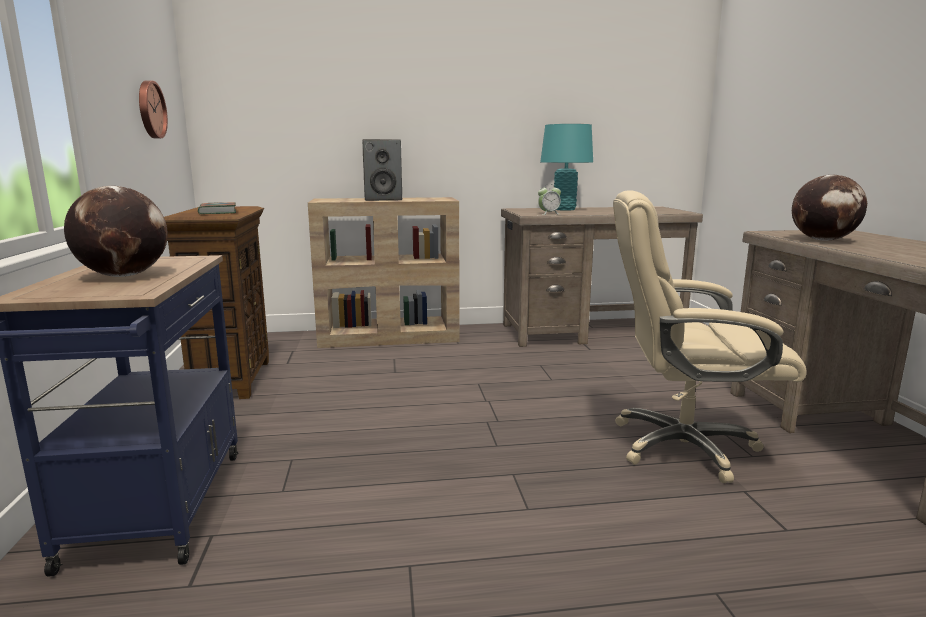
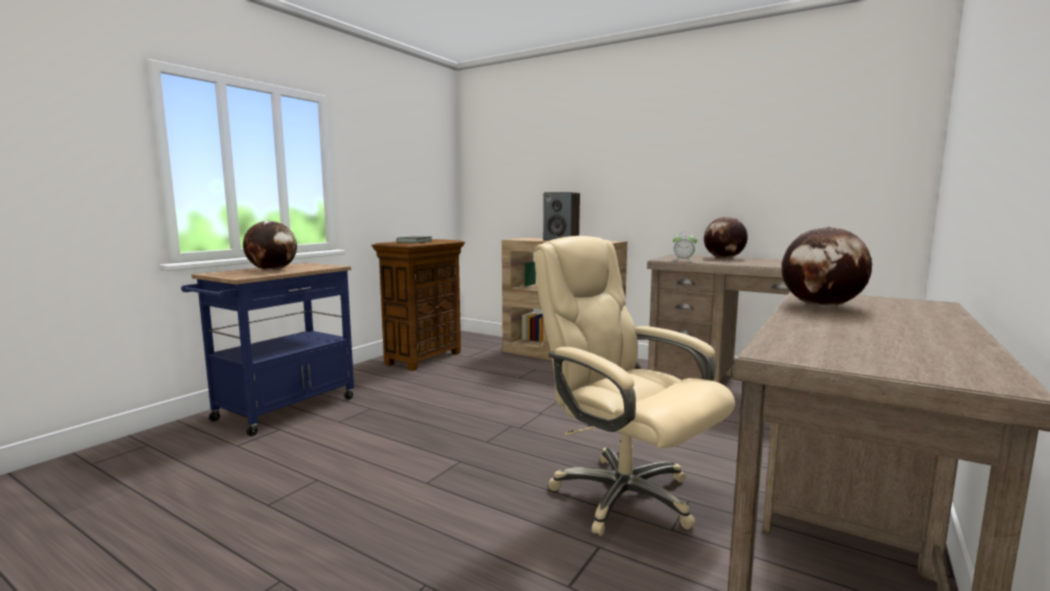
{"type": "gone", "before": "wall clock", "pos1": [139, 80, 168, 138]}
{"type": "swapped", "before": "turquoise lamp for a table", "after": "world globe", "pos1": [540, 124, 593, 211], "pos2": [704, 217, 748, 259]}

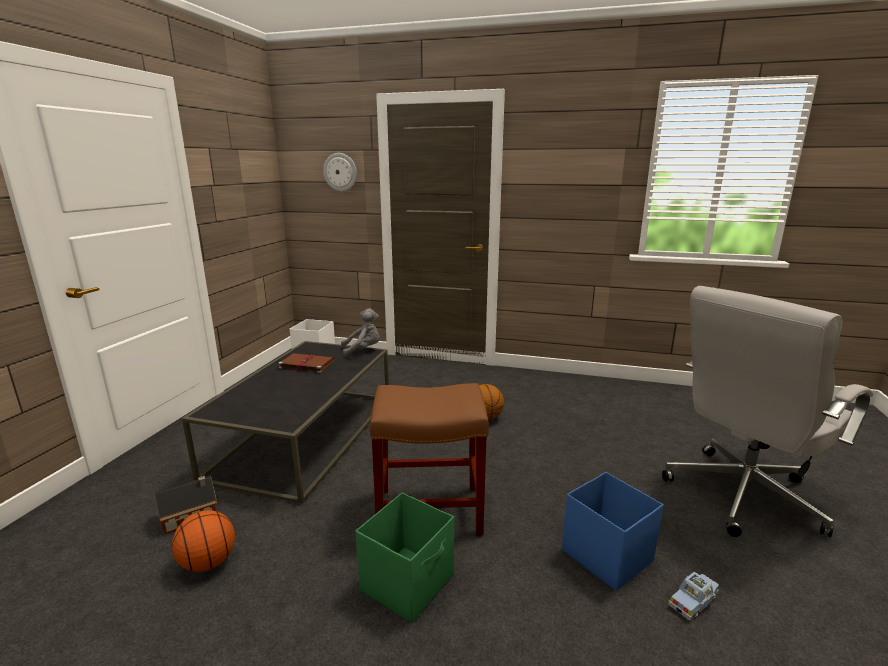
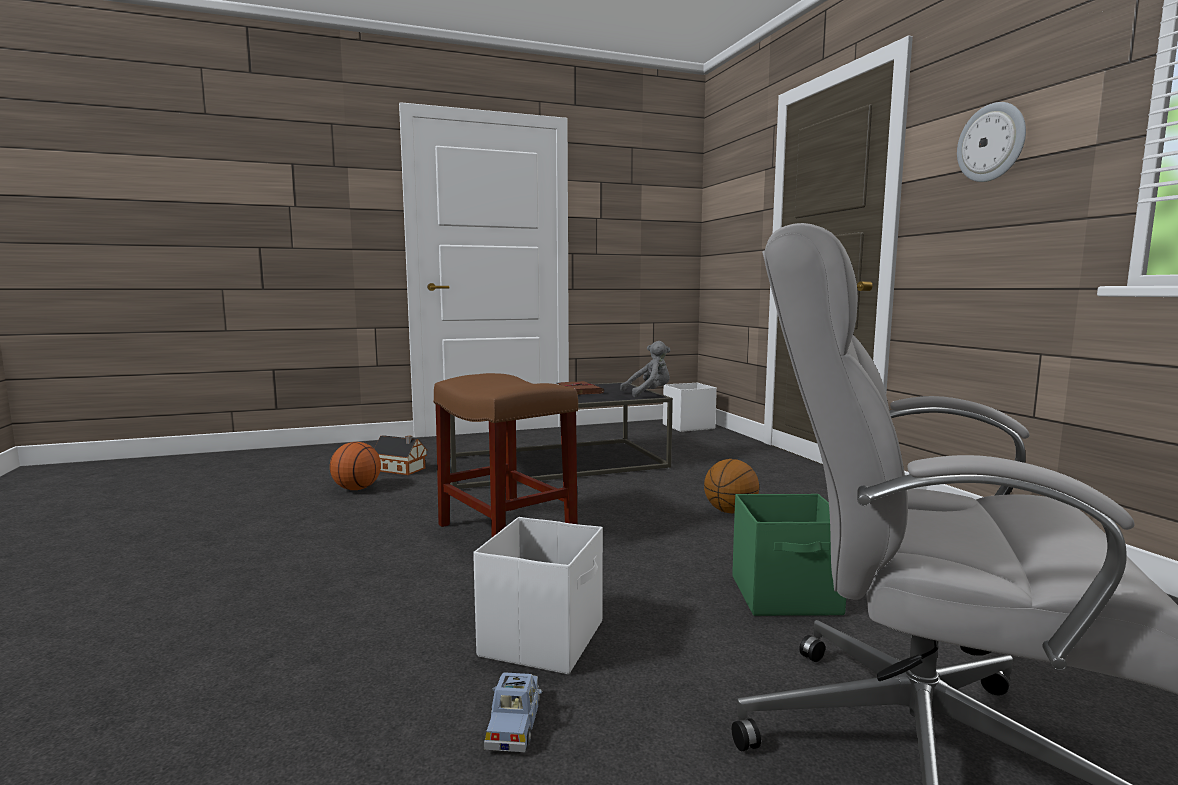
{"type": "shifted", "before": "wall clock", "pos1": [323, 153, 357, 192], "pos2": [957, 102, 1026, 182]}
{"type": "rotated", "before": "grey soft toy", "pos1": [341, 308, 380, 357], "pos2": [620, 341, 671, 398], "turn": -60}
{"type": "shifted", "before": "green-coloured storage container", "pos1": [355, 492, 454, 623], "pos2": [732, 494, 846, 616]}
{"type": "repainted", "before": "blue-coloured storage container", "after": "white storage container", "pos1": [562, 472, 664, 591], "pos2": [473, 517, 603, 674]}
{"type": "rotated", "before": "blue-coloured model car", "pos1": [668, 572, 719, 621], "pos2": [484, 672, 543, 752], "turn": -105}

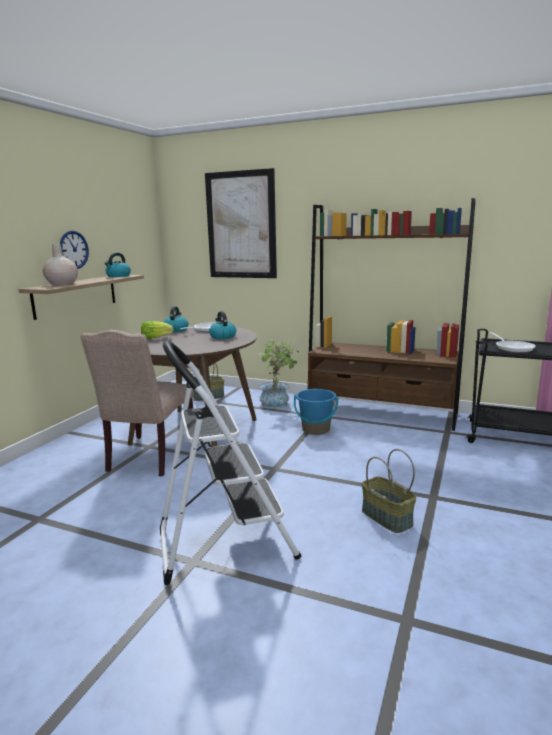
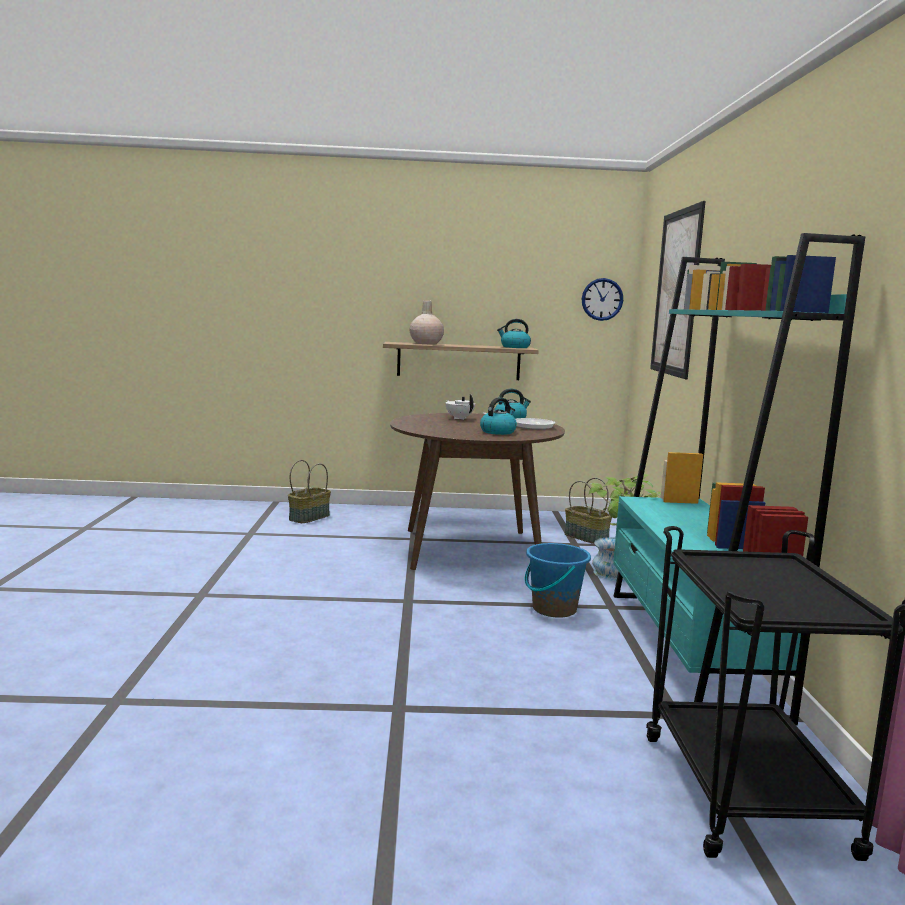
{"type": "shifted", "before": "wall clock", "pos1": [60, 231, 89, 269], "pos2": [582, 278, 623, 321]}
{"type": "gone", "before": "sand-coloured plain chair", "pos1": [81, 330, 194, 476]}
{"type": "swapped", "before": "head of lettuce", "after": "white pot for tea", "pos1": [141, 321, 174, 339], "pos2": [445, 394, 475, 420]}
{"type": "gone", "before": "step ladder", "pos1": [160, 340, 301, 585]}
{"type": "repainted", "before": "brown shelving unit", "after": "turquoise shelving unit", "pos1": [308, 198, 476, 431], "pos2": [613, 233, 865, 726]}
{"type": "shifted", "before": "household basket", "pos1": [362, 449, 416, 533], "pos2": [288, 460, 331, 523]}
{"type": "gone", "before": "frying pan", "pos1": [490, 332, 536, 353]}

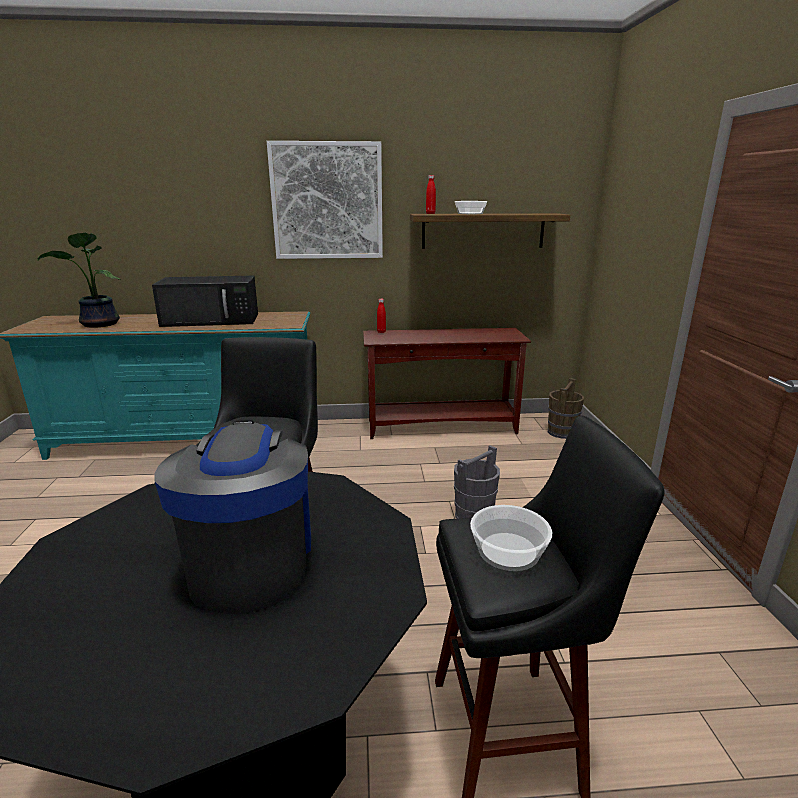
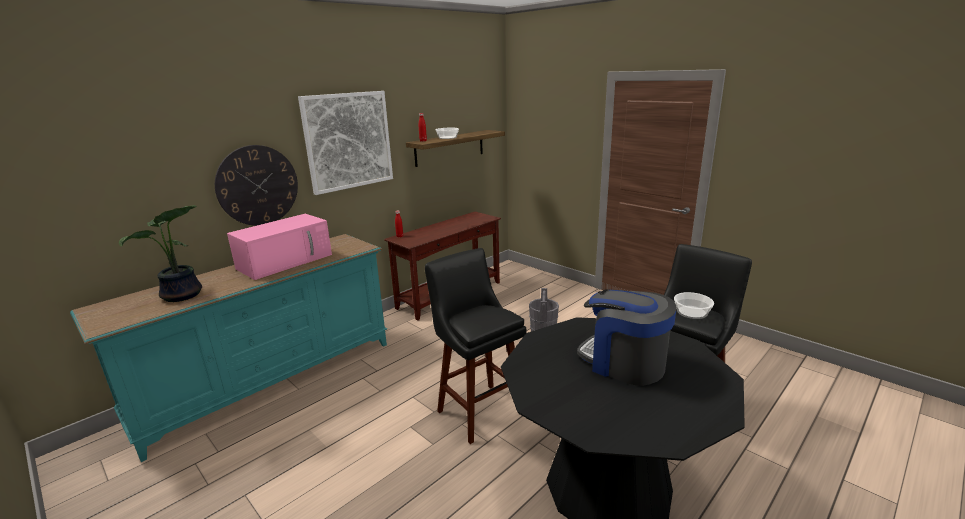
{"type": "repainted", "before": "blackish microwave", "after": "pinkish microwave", "pos1": [152, 276, 258, 327], "pos2": [227, 214, 332, 280]}
{"type": "gone", "before": "brown pail", "pos1": [548, 378, 584, 439]}
{"type": "new", "after": "wall clock", "pos2": [215, 145, 298, 226]}

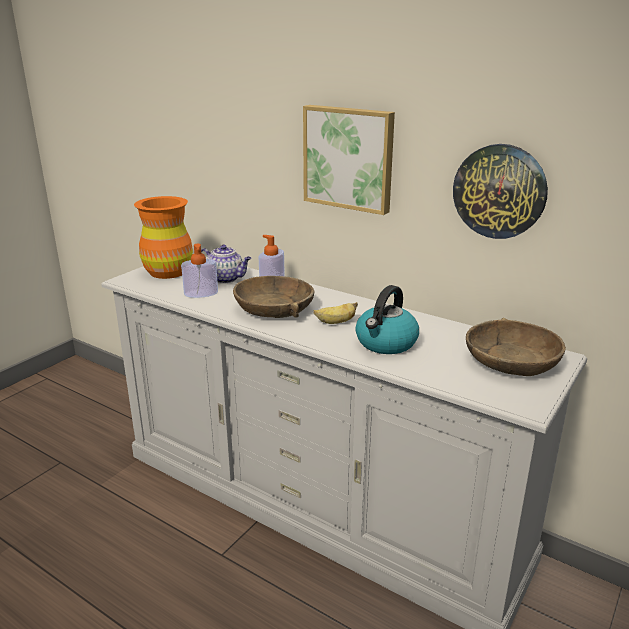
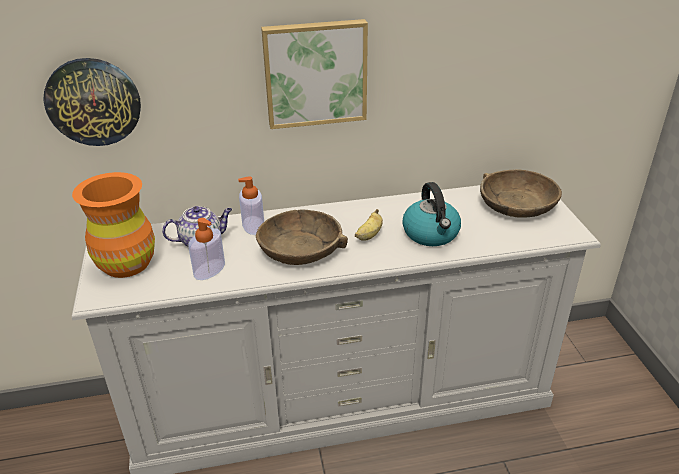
{"type": "shifted", "before": "wall clock", "pos1": [453, 144, 548, 239], "pos2": [44, 58, 141, 146]}

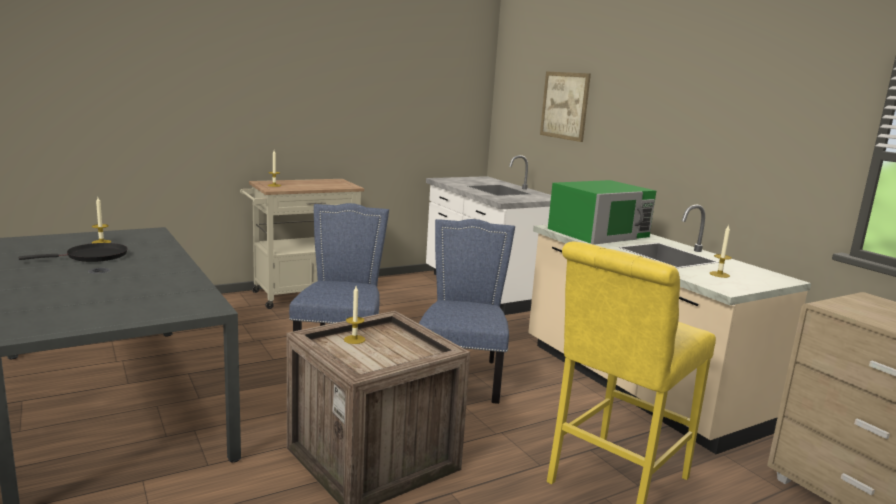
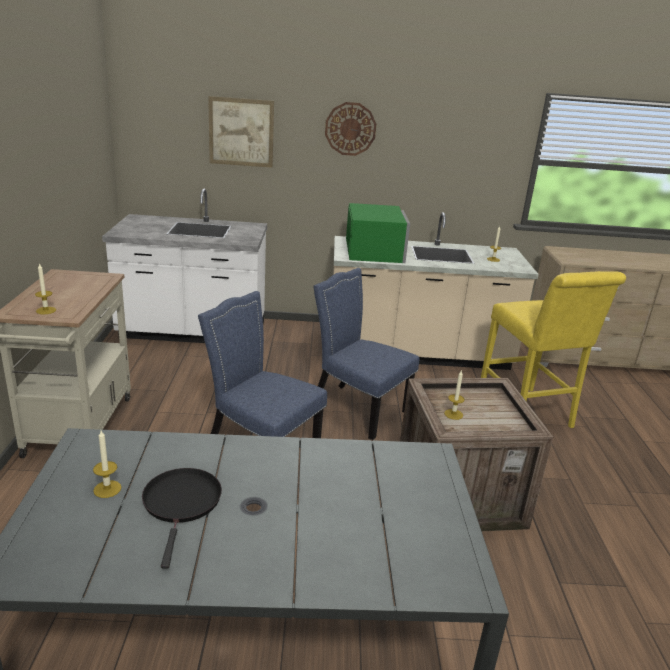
{"type": "new", "after": "wall clock", "pos2": [325, 102, 376, 156]}

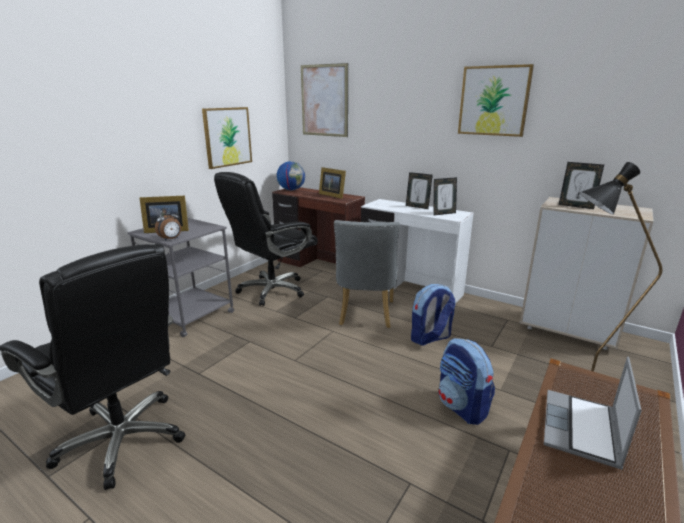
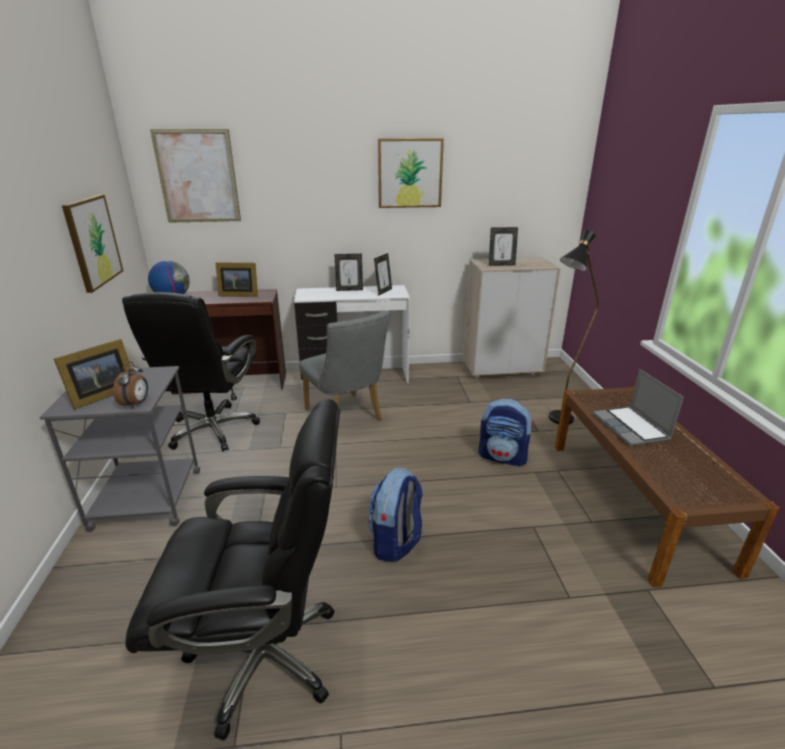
{"type": "shifted", "before": "backpack", "pos1": [411, 284, 455, 346], "pos2": [368, 468, 423, 562]}

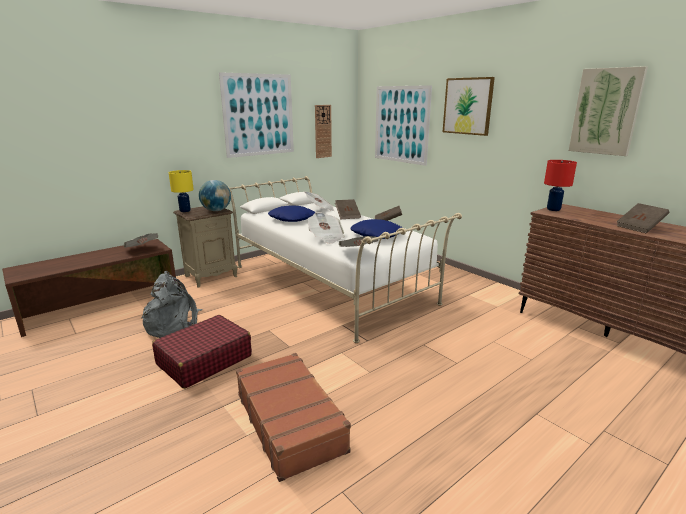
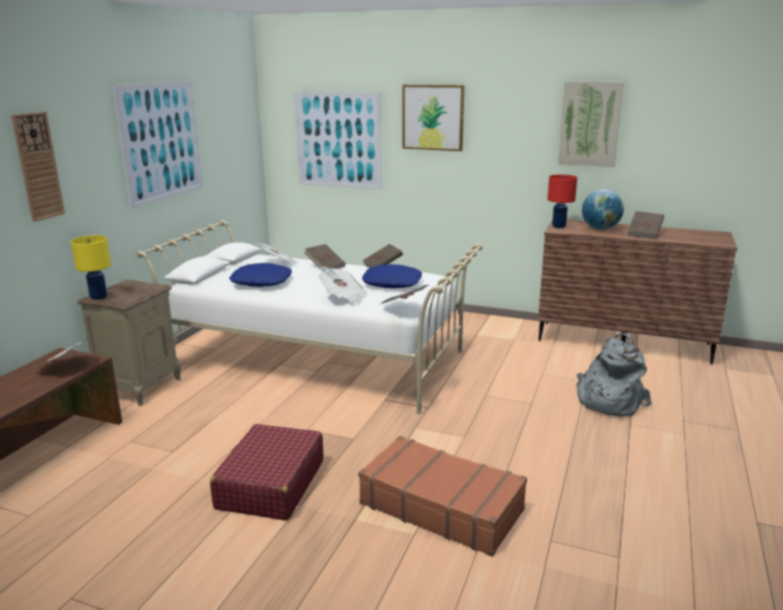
{"type": "shifted", "before": "grey backpack", "pos1": [141, 271, 203, 338], "pos2": [576, 333, 651, 416]}
{"type": "shifted", "before": "world globe", "pos1": [199, 180, 231, 211], "pos2": [582, 189, 624, 230]}
{"type": "shifted", "before": "wall clock", "pos1": [315, 105, 332, 158], "pos2": [11, 112, 65, 222]}

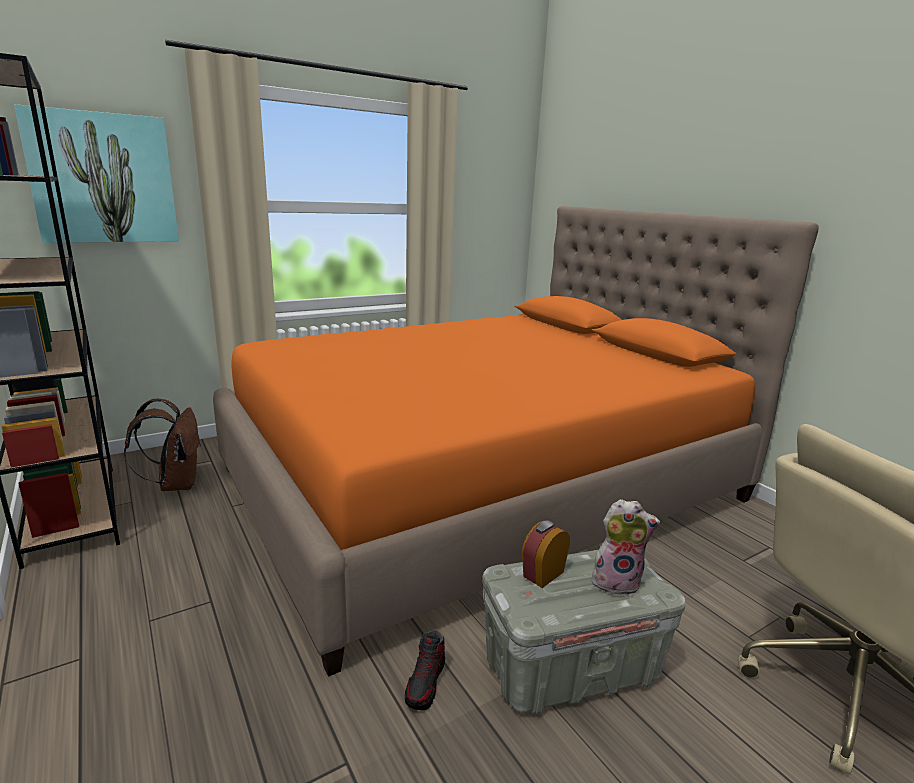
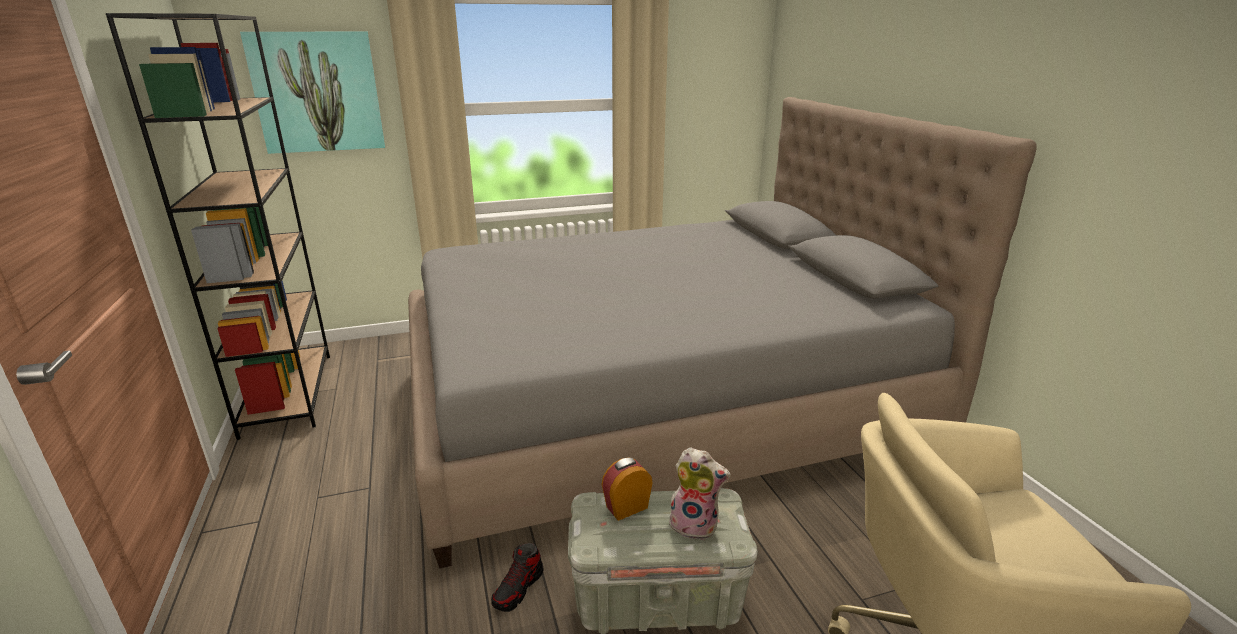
{"type": "gone", "before": "brown backpack", "pos1": [124, 398, 201, 491]}
{"type": "repainted", "before": "orange sleeping bed", "after": "grey sleeping bed", "pos1": [213, 206, 819, 677], "pos2": [408, 97, 1037, 569]}

